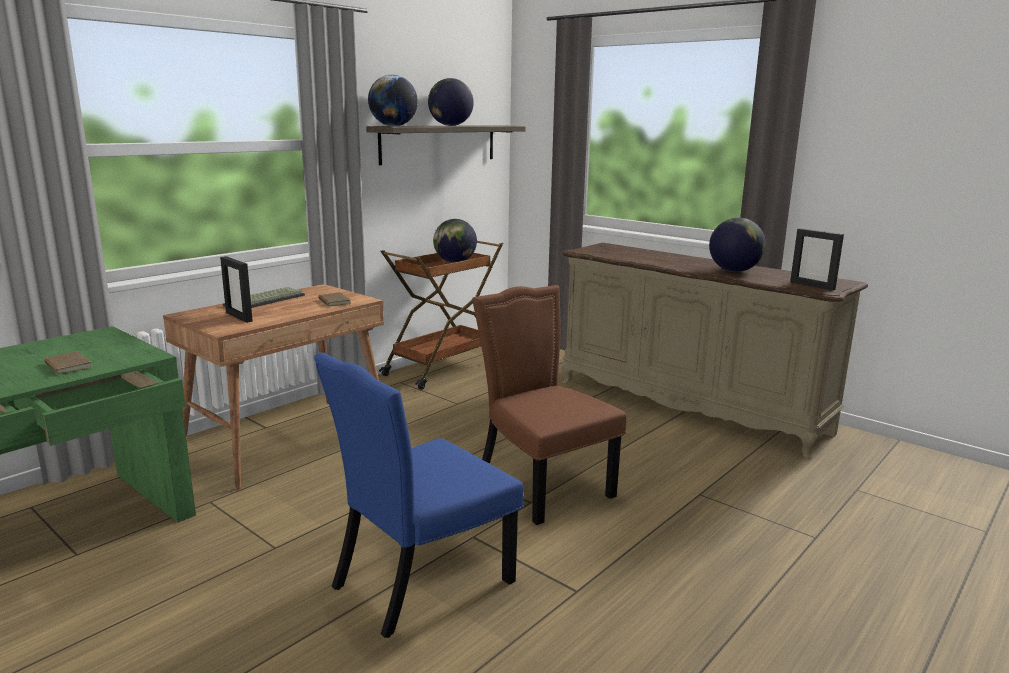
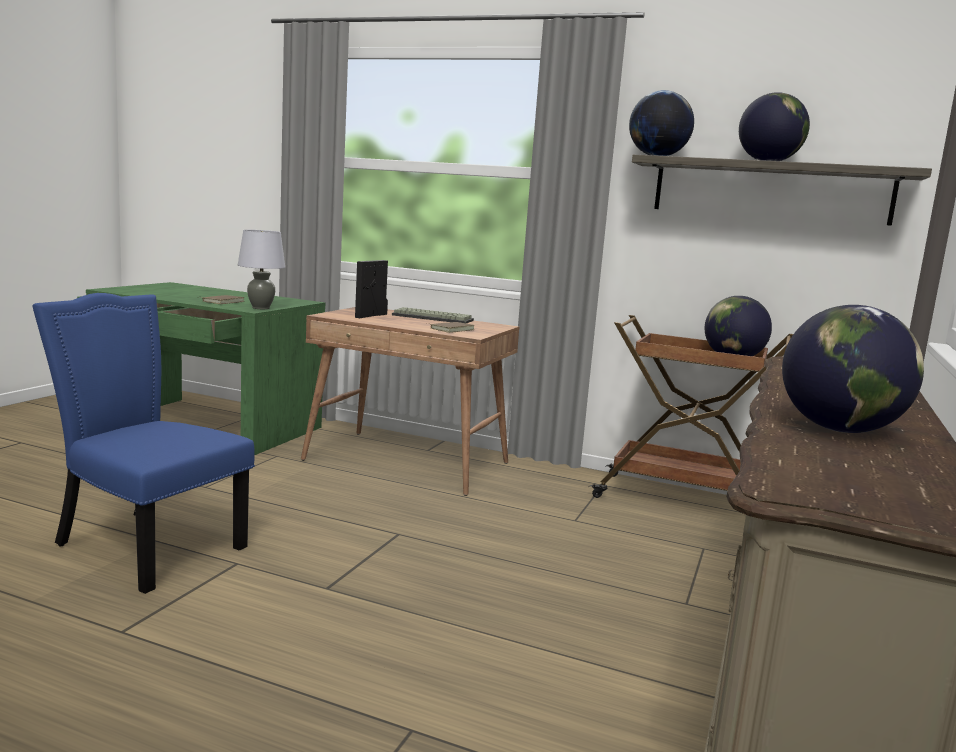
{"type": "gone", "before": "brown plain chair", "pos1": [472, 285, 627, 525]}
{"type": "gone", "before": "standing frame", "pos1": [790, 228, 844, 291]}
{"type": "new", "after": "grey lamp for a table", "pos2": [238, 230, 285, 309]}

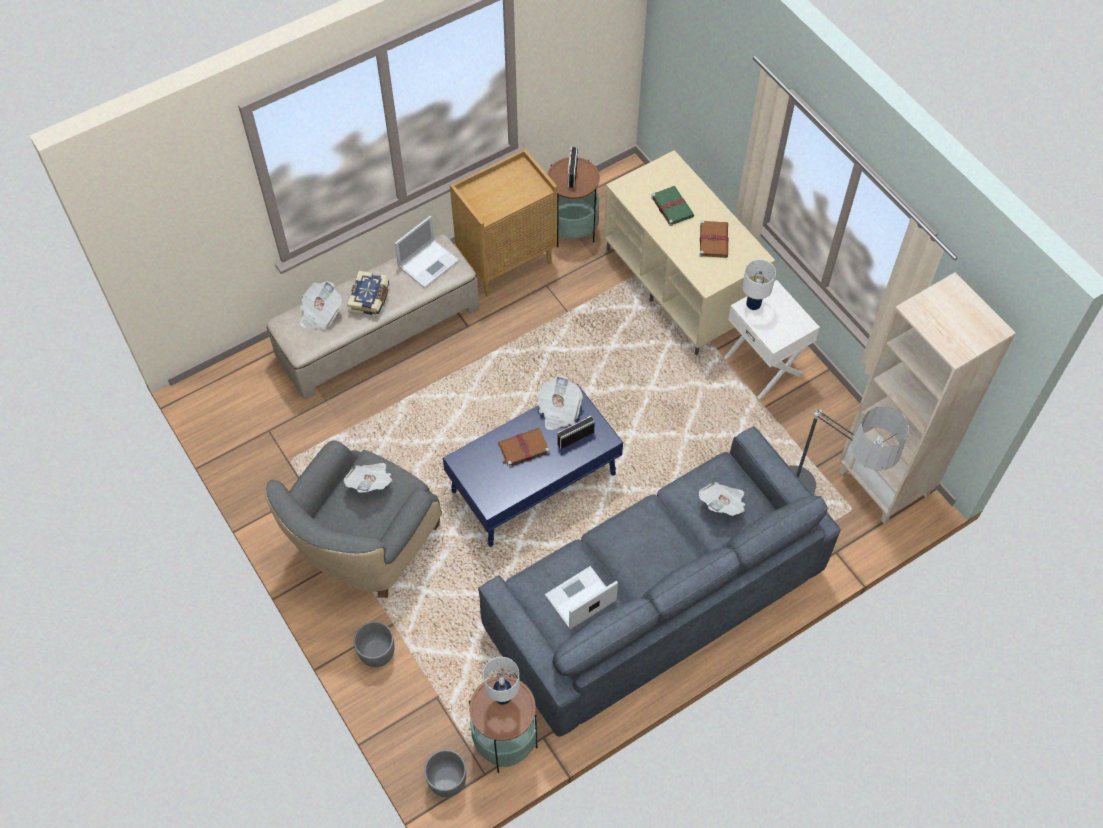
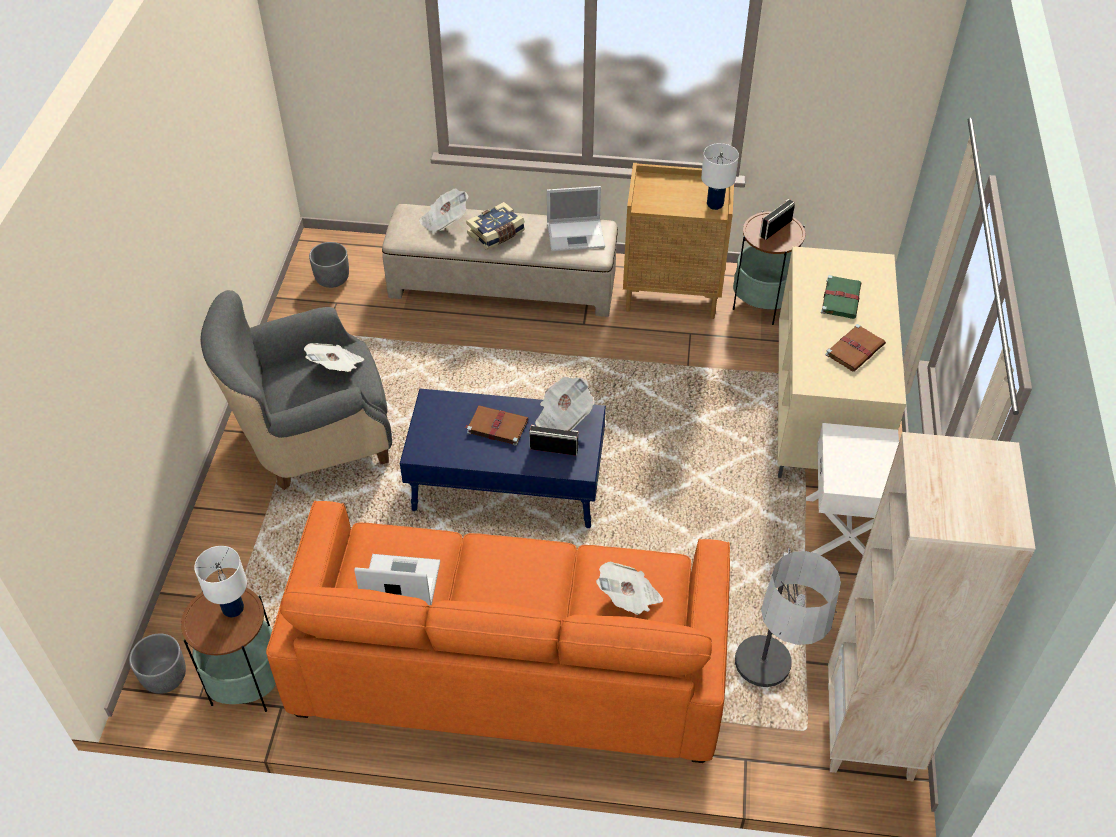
{"type": "shifted", "before": "grey planter", "pos1": [353, 621, 394, 667], "pos2": [309, 242, 349, 288]}
{"type": "repainted", "before": "grey couch", "after": "orange couch", "pos1": [478, 426, 841, 737], "pos2": [266, 501, 730, 763]}
{"type": "shifted", "before": "white lamp for a table", "pos1": [742, 259, 776, 310], "pos2": [701, 143, 739, 210]}

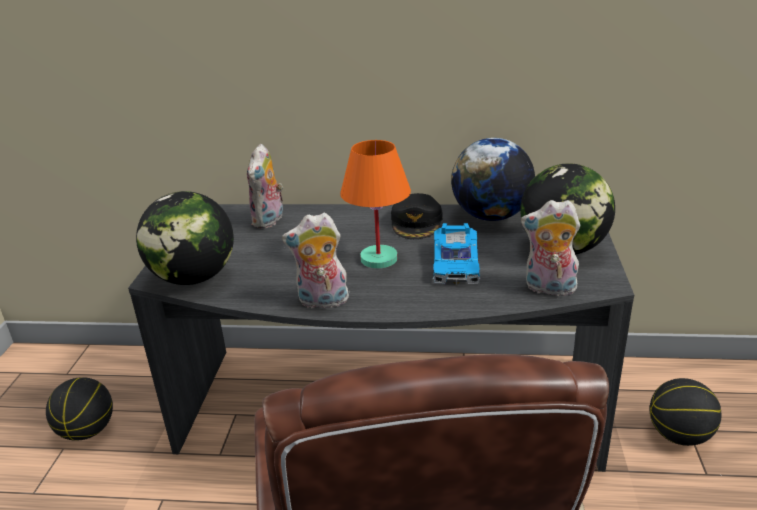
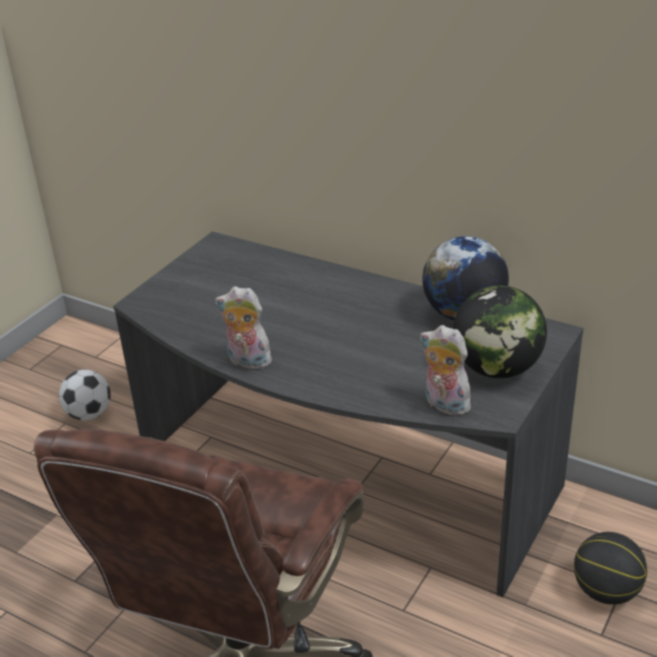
{"type": "swapped", "before": "basketball ball", "after": "football ball", "pos1": [46, 377, 113, 441], "pos2": [59, 370, 111, 420]}
{"type": "gone", "before": "world globe", "pos1": [136, 191, 234, 285]}
{"type": "gone", "before": "soft toy", "pos1": [247, 144, 285, 229]}
{"type": "gone", "before": "orange lamp for a table", "pos1": [340, 140, 411, 268]}
{"type": "gone", "before": "blackish baseball cap", "pos1": [391, 193, 442, 239]}
{"type": "gone", "before": "model car", "pos1": [433, 223, 480, 286]}

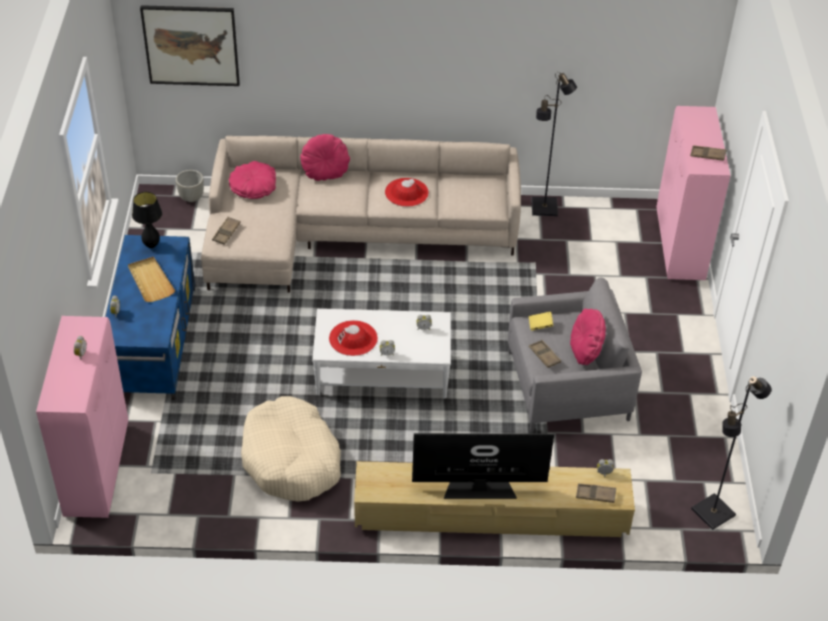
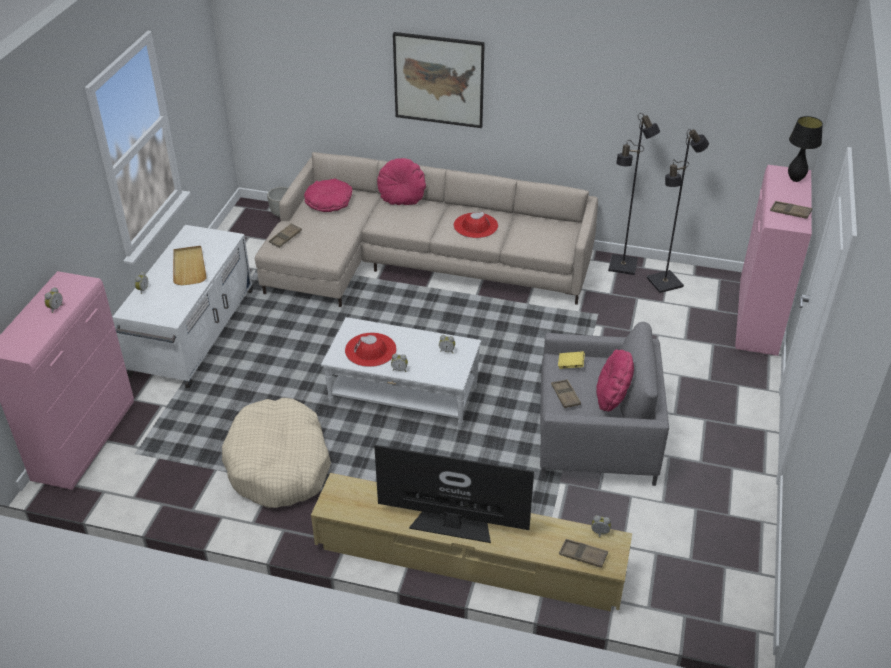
{"type": "repainted", "before": "blue-coloured cupboard", "after": "white cupboard", "pos1": [106, 235, 195, 400], "pos2": [112, 225, 253, 388]}
{"type": "shifted", "before": "blackish lamp for a table", "pos1": [132, 192, 162, 248], "pos2": [788, 116, 823, 182]}
{"type": "shifted", "before": "wall art", "pos1": [140, 5, 240, 86], "pos2": [393, 32, 485, 128]}
{"type": "shifted", "before": "blackish floor lamp", "pos1": [691, 376, 771, 530], "pos2": [647, 129, 709, 293]}

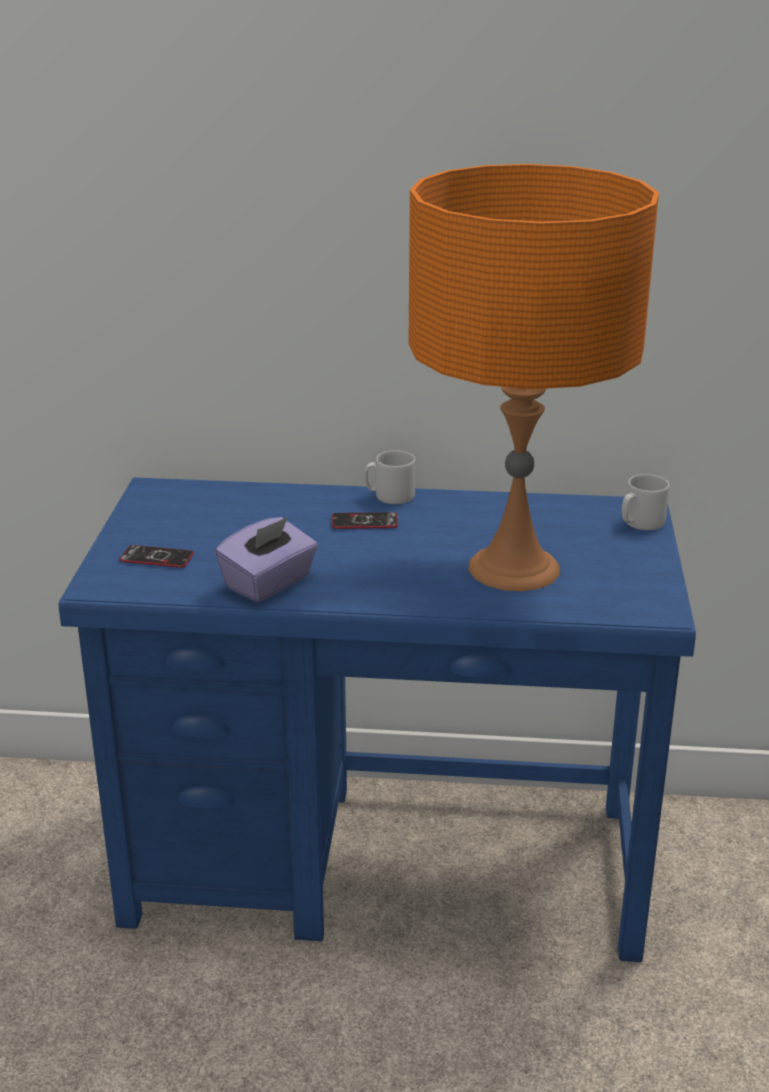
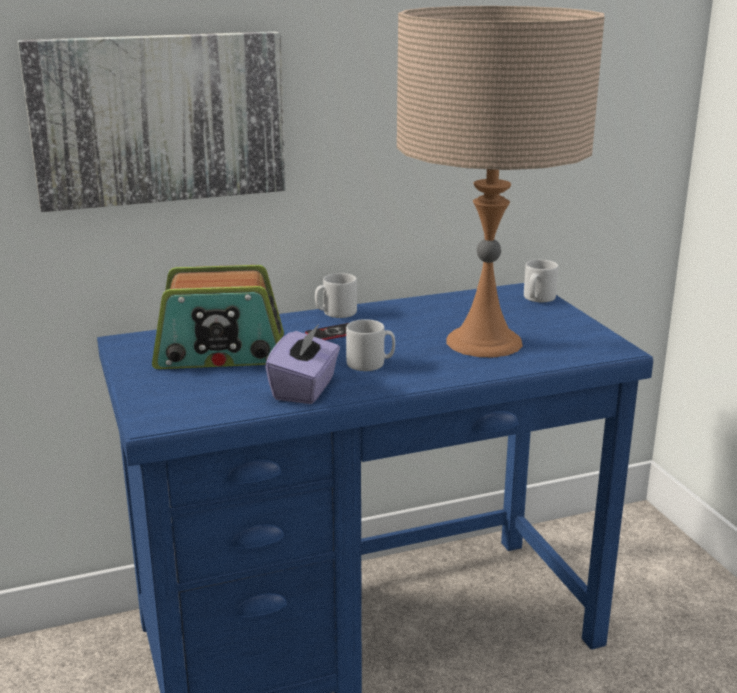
{"type": "gone", "before": "telephone", "pos1": [119, 545, 194, 568]}
{"type": "repainted", "before": "orange lamp for a table", "after": "sand-coloured lamp for a table", "pos1": [408, 164, 659, 591], "pos2": [397, 6, 605, 358]}
{"type": "new", "after": "wall art", "pos2": [17, 31, 286, 212]}
{"type": "new", "after": "radio", "pos2": [152, 265, 284, 369]}
{"type": "new", "after": "grey coffee mug", "pos2": [346, 319, 395, 371]}

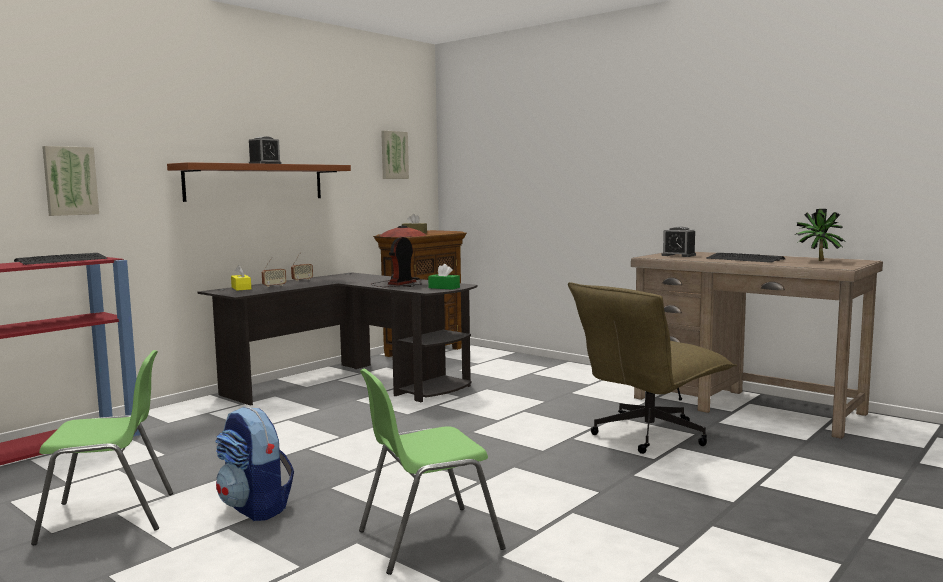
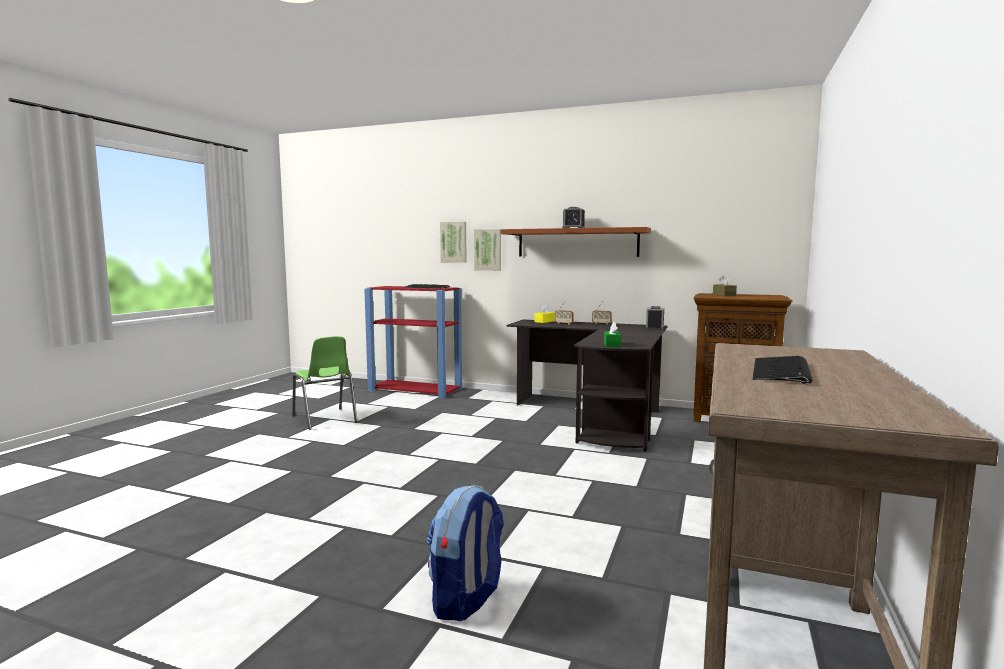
{"type": "shifted", "before": "backpack", "pos1": [215, 407, 294, 521], "pos2": [427, 485, 504, 621]}
{"type": "gone", "before": "green-coloured plain chair", "pos1": [359, 369, 505, 575]}
{"type": "gone", "before": "lamp for a table", "pos1": [371, 225, 426, 287]}
{"type": "shifted", "before": "wall art", "pos1": [381, 131, 409, 179], "pos2": [474, 229, 501, 271]}
{"type": "gone", "before": "sand-coloured desk chair", "pos1": [568, 282, 737, 454]}
{"type": "shifted", "before": "alarm clock", "pos1": [661, 227, 696, 257], "pos2": [646, 306, 664, 330]}
{"type": "gone", "before": "potted plant", "pos1": [795, 209, 846, 261]}

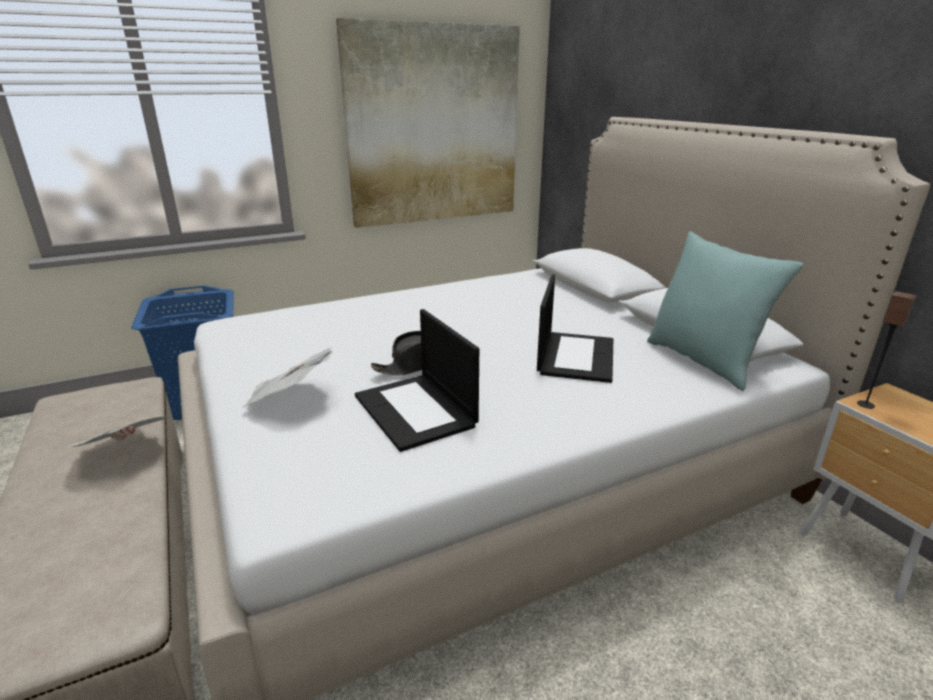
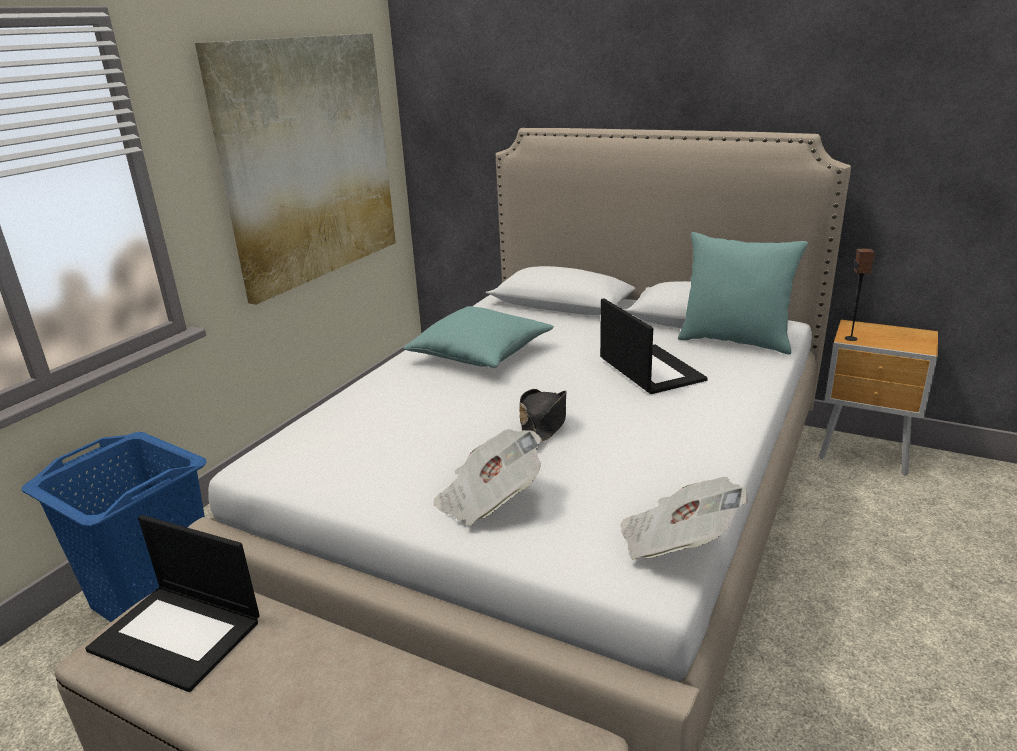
{"type": "shifted", "before": "printed paper", "pos1": [67, 417, 169, 447], "pos2": [620, 477, 748, 560]}
{"type": "shifted", "before": "notebook computer", "pos1": [355, 309, 479, 452], "pos2": [85, 515, 260, 692]}
{"type": "new", "after": "turquoise pillow", "pos2": [403, 306, 554, 368]}

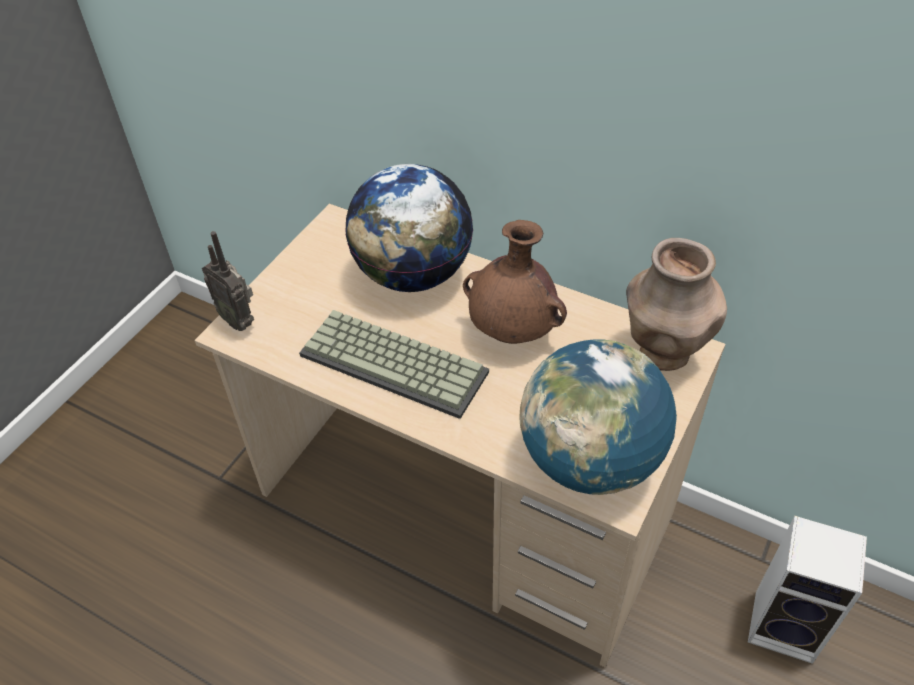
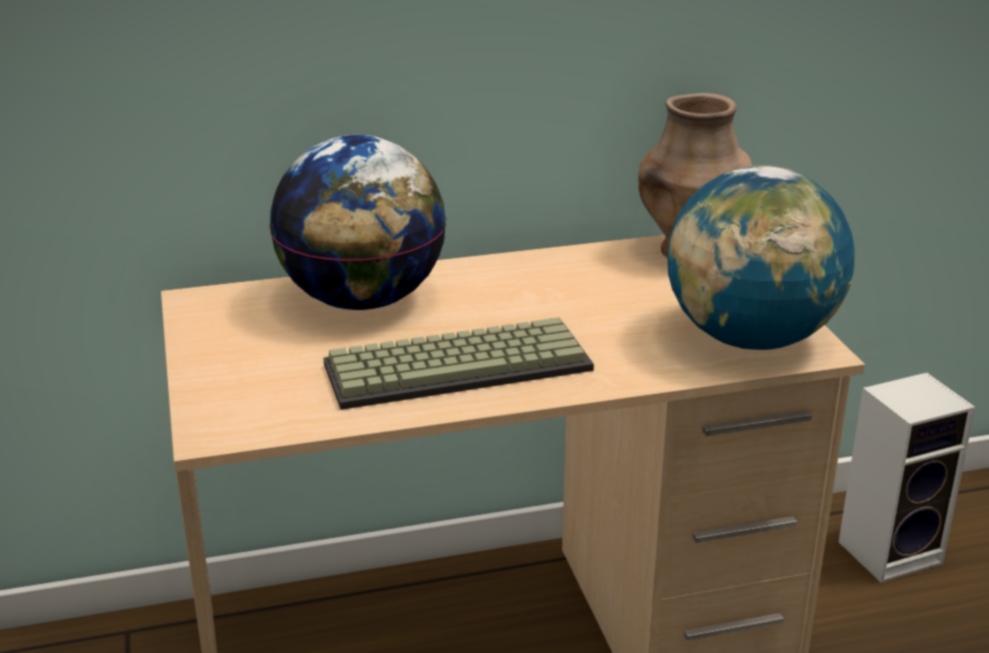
{"type": "gone", "before": "radio", "pos1": [202, 231, 254, 331]}
{"type": "gone", "before": "brown vase", "pos1": [463, 220, 567, 344]}

